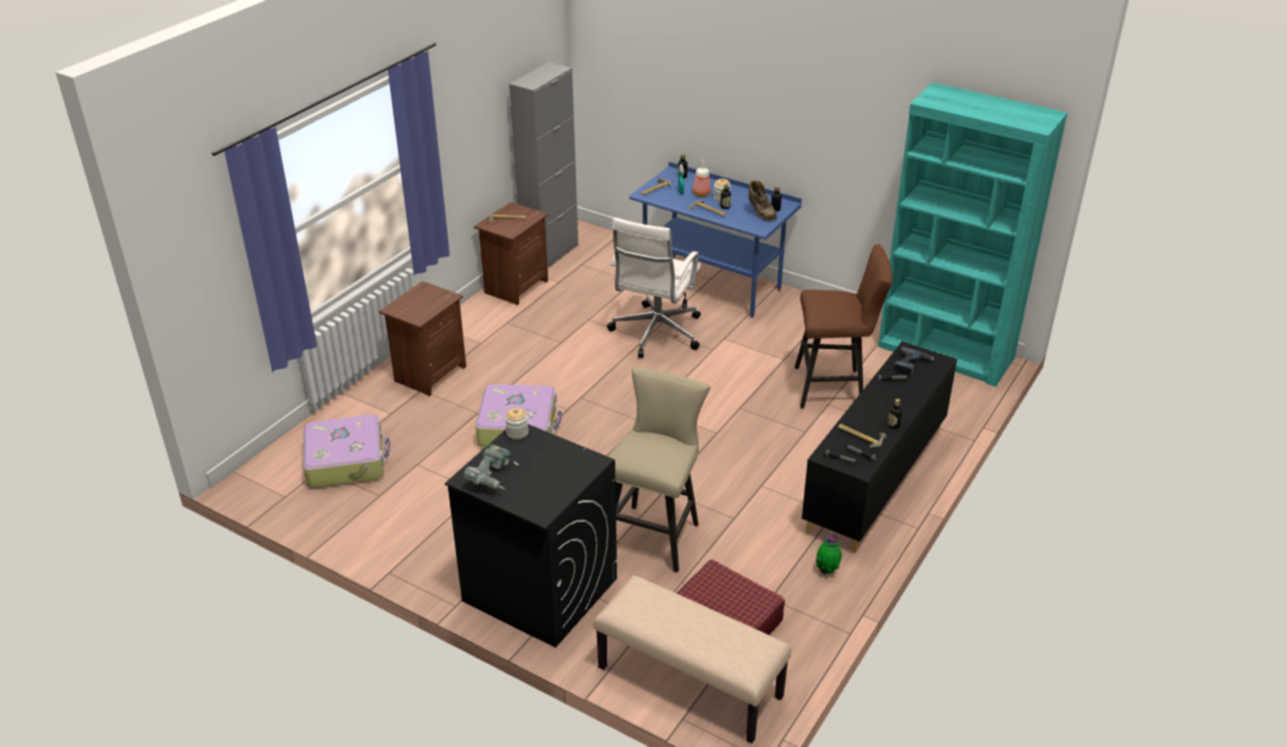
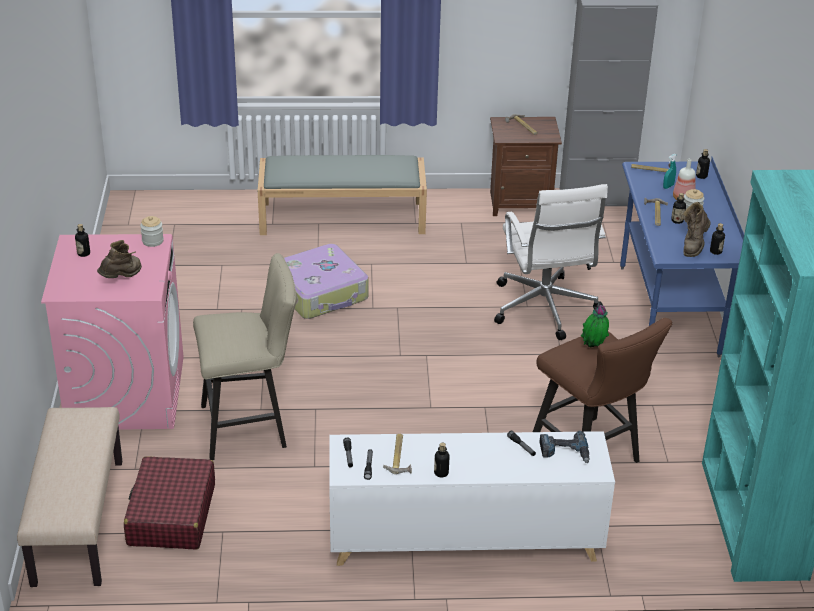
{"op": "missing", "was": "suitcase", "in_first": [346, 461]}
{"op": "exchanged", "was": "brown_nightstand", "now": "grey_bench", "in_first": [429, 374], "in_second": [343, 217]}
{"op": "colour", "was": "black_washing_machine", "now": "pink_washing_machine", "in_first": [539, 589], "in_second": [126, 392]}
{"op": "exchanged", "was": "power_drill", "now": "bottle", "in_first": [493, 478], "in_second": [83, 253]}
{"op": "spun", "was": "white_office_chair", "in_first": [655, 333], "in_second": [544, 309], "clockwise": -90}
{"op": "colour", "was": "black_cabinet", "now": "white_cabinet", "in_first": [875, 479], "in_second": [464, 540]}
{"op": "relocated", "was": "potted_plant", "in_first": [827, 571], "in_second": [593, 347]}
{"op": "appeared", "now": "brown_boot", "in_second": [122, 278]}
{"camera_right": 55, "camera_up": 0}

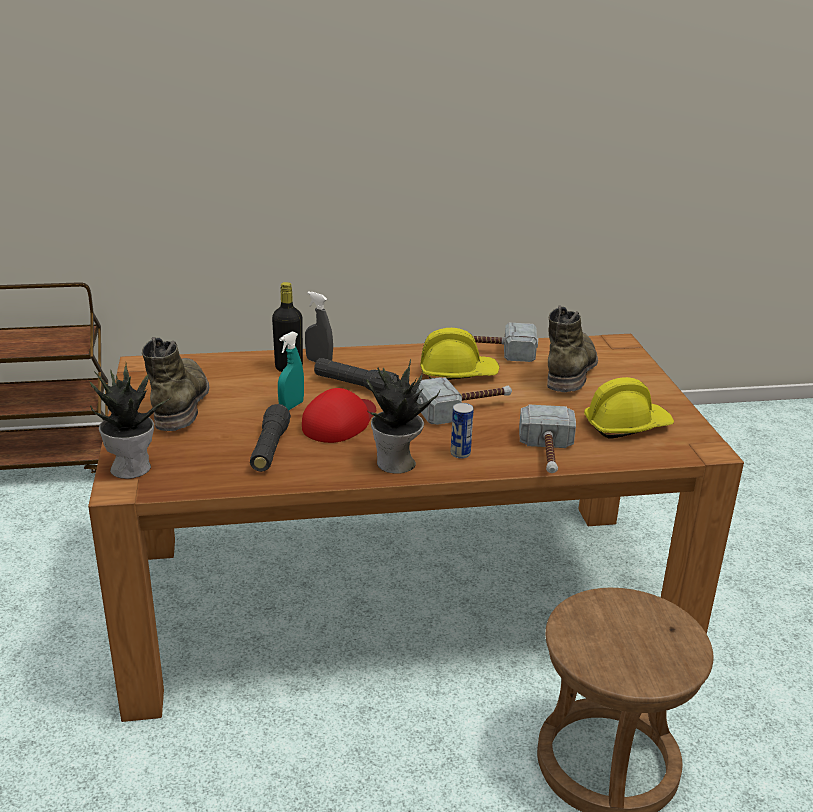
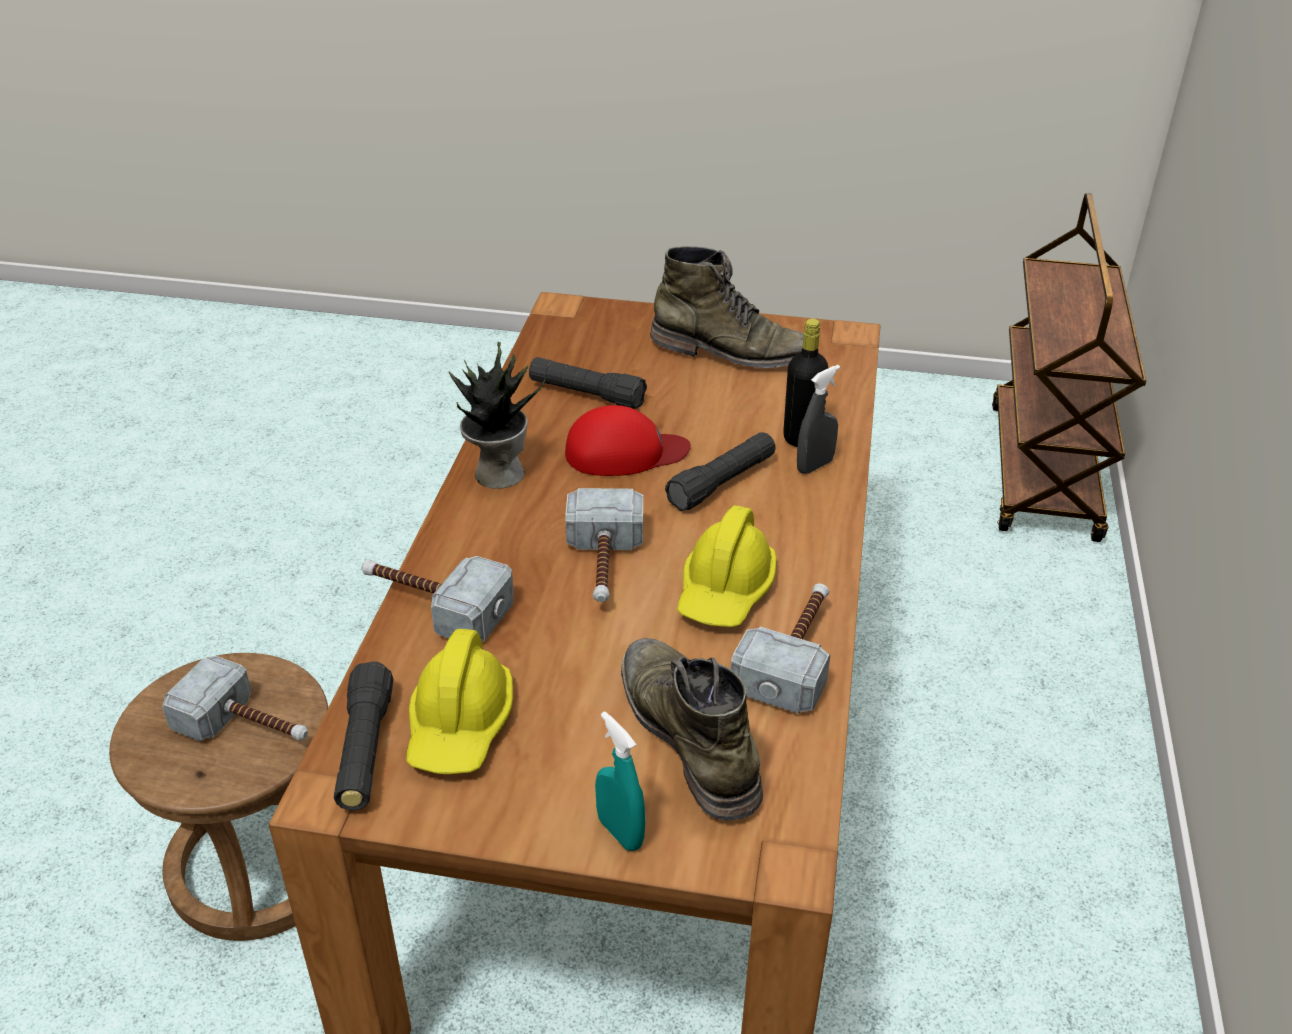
{"op": "missing", "was": "potted_plant", "in_first": [132, 467]}
{"op": "relocated", "was": "turquoise_spray_bottle", "in_first": [291, 406], "in_second": [620, 832]}
{"op": "spun", "was": "red_cap", "in_first": [340, 422], "in_second": [625, 452], "clockwise": -60}
{"op": "missing", "was": "can", "in_first": [460, 453]}
{"op": "spun", "was": "green_boot", "in_first": [570, 369], "in_second": [688, 734], "clockwise": -150}
{"op": "appeared", "now": "hammer", "in_second": [248, 727]}
{"op": "appeared", "now": "black_flashlight", "in_second": [365, 749]}
{"camera_right": 110, "camera_up": 10}

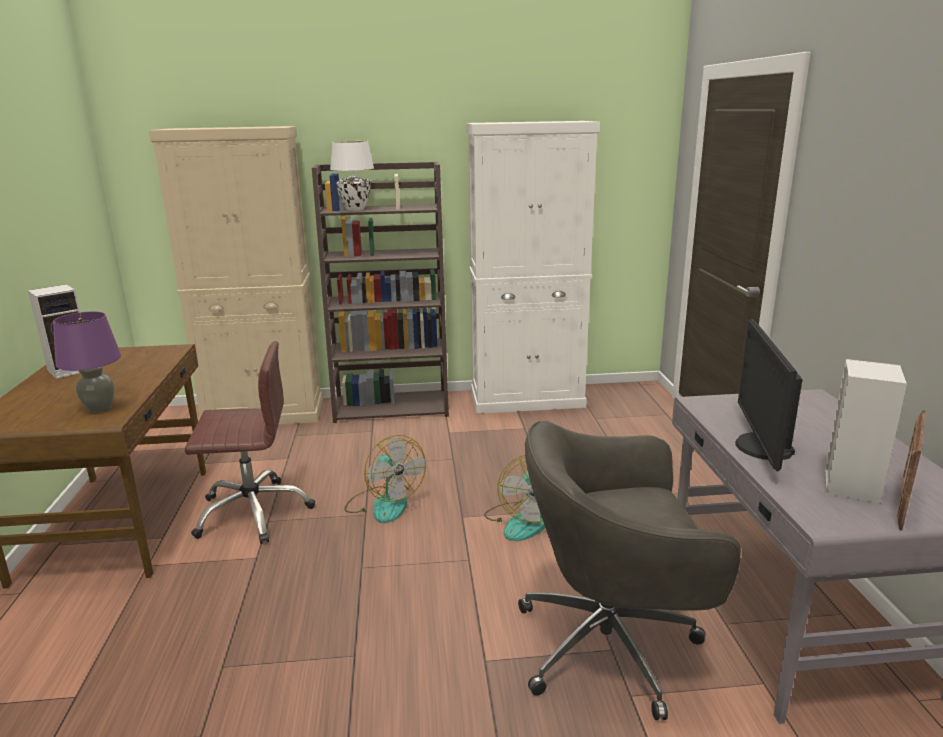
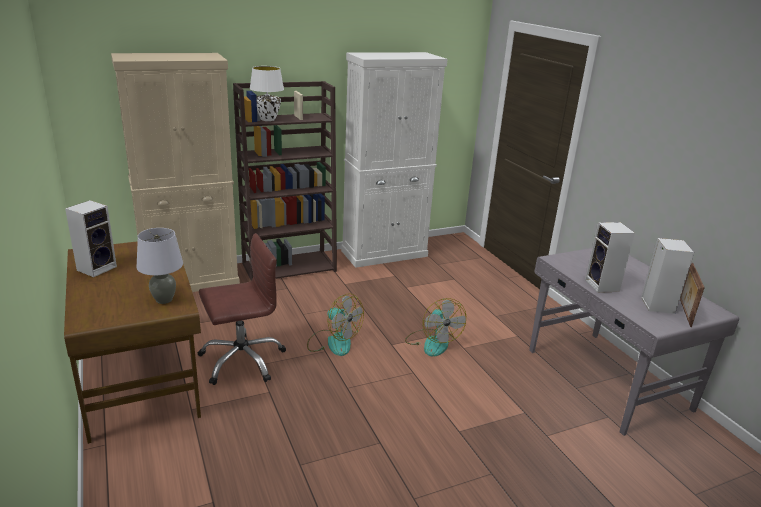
{"op": "colour", "was": "purple_table_lamp", "now": "grey_table_lamp", "in_first": [100, 409], "in_second": [164, 300]}
{"op": "missing", "was": "grey_office_chair", "in_first": [612, 645]}
{"op": "exchanged", "was": "monitor", "now": "speaker", "in_first": [761, 447], "in_second": [603, 286]}
{"camera_right": -20, "camera_up": 5}

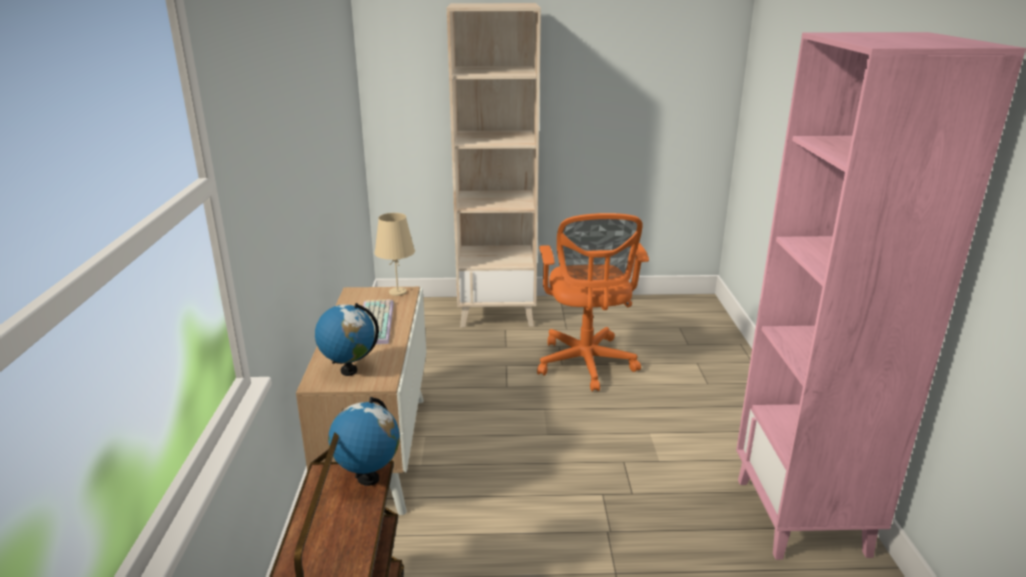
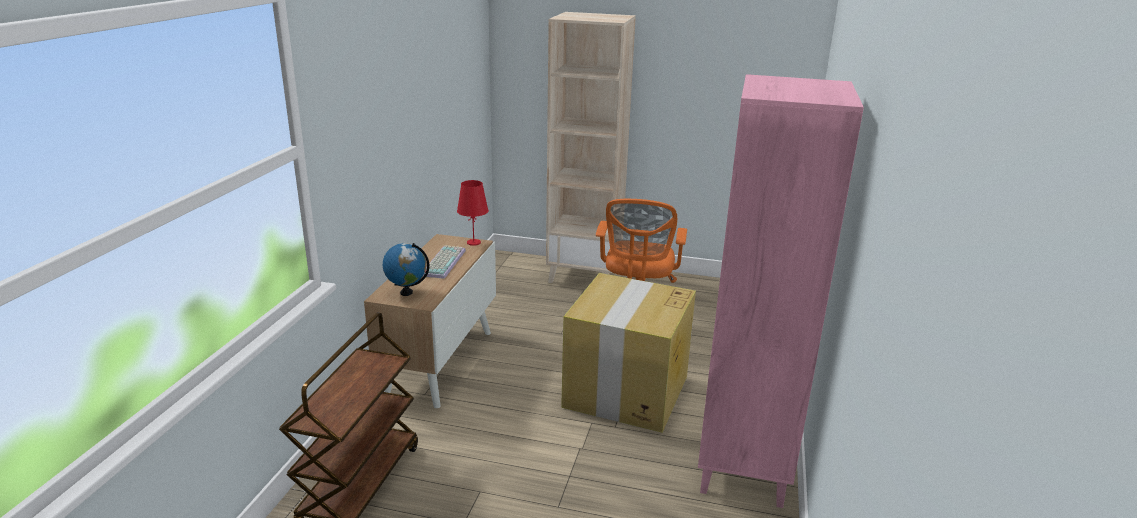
{"op": "missing", "was": "globe", "in_first": [368, 478]}
{"op": "colour", "was": "beige_table_lamp", "now": "red_table_lamp", "in_first": [397, 292], "in_second": [473, 242]}
{"op": "appeared", "now": "cardboard_box", "in_second": [625, 392]}
{"camera_right": 15, "camera_up": 0}

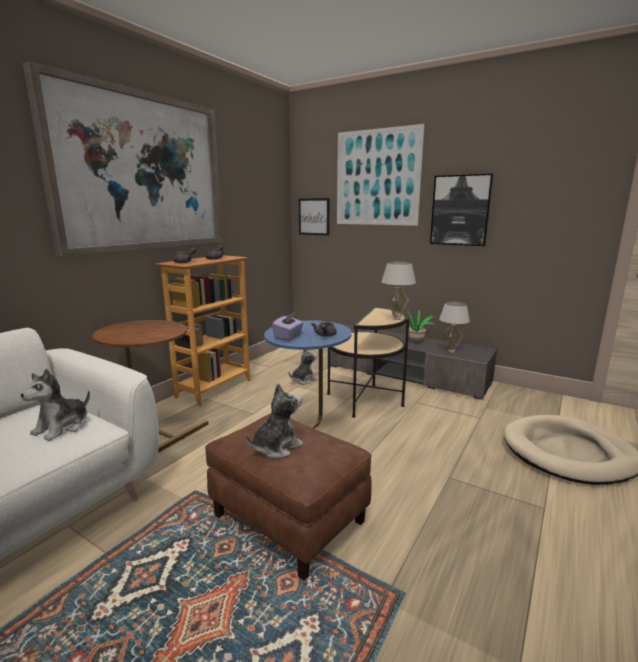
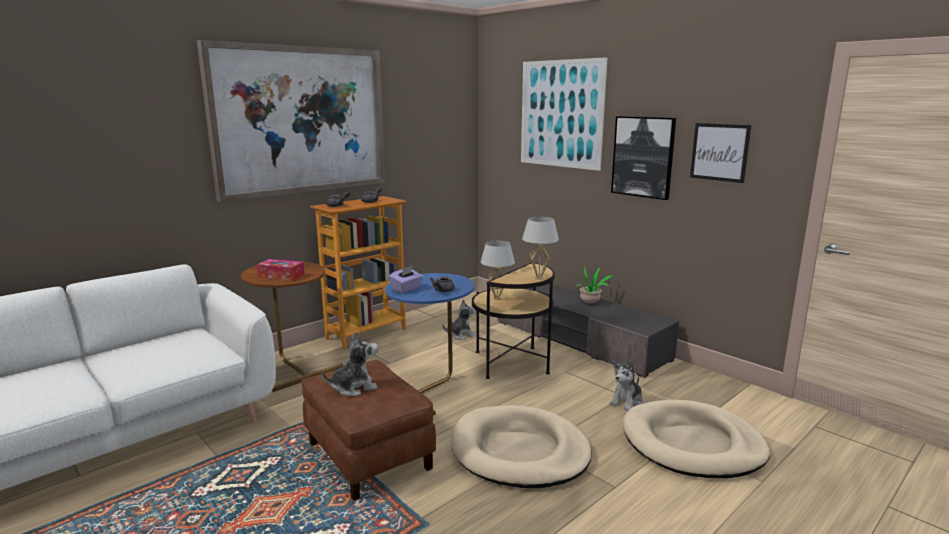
{"op": "relocated", "was": "plush_toy", "in_first": [62, 427], "in_second": [627, 402]}
{"op": "relocated", "was": "picture", "in_first": [314, 216], "in_second": [719, 152]}
{"op": "relocated", "was": "white_table_lamp", "in_first": [451, 351], "in_second": [497, 298]}
{"op": "appeared", "now": "tissue_box", "in_second": [281, 276]}
{"op": "appeared", "now": "beige_dog_bed", "in_second": [519, 451]}
{"camera_right": 15, "camera_up": 0}

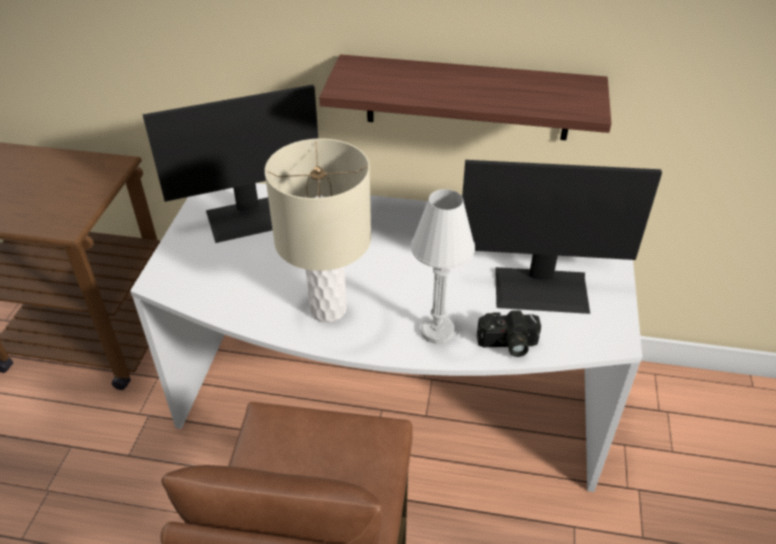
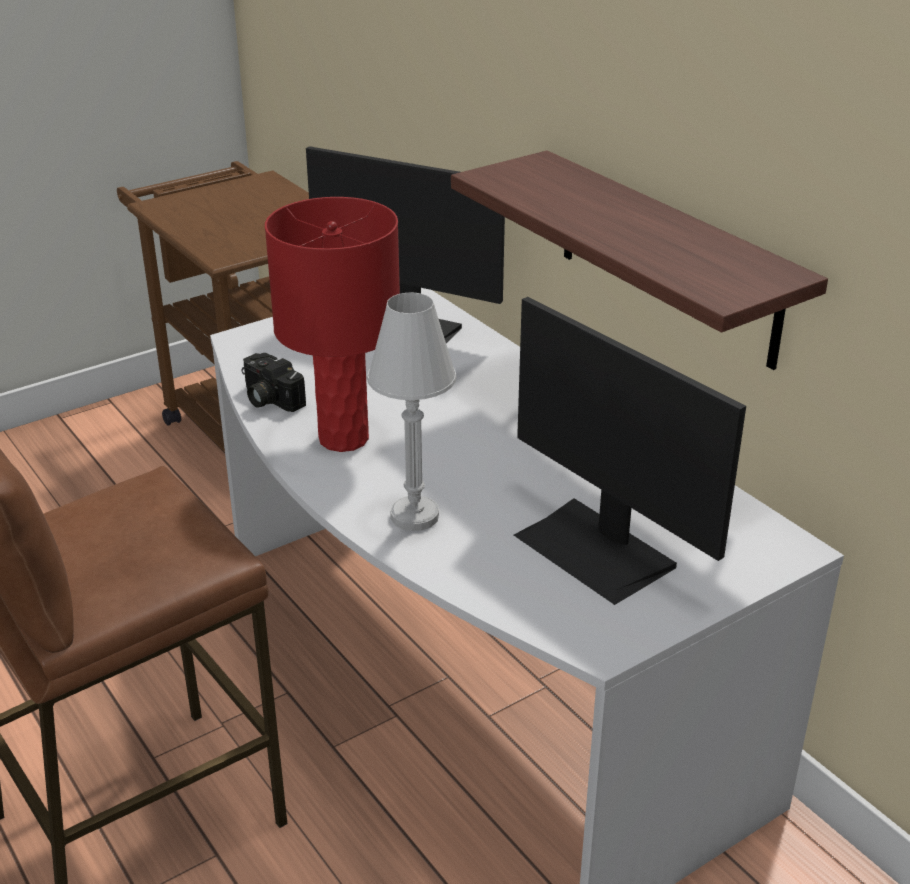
{"op": "colour", "was": "beige_table_lamp", "now": "red_table_lamp", "in_first": [327, 309], "in_second": [343, 438]}
{"op": "relocated", "was": "photo_camera", "in_first": [507, 345], "in_second": [268, 399]}
{"camera_right": 45, "camera_up": -10}

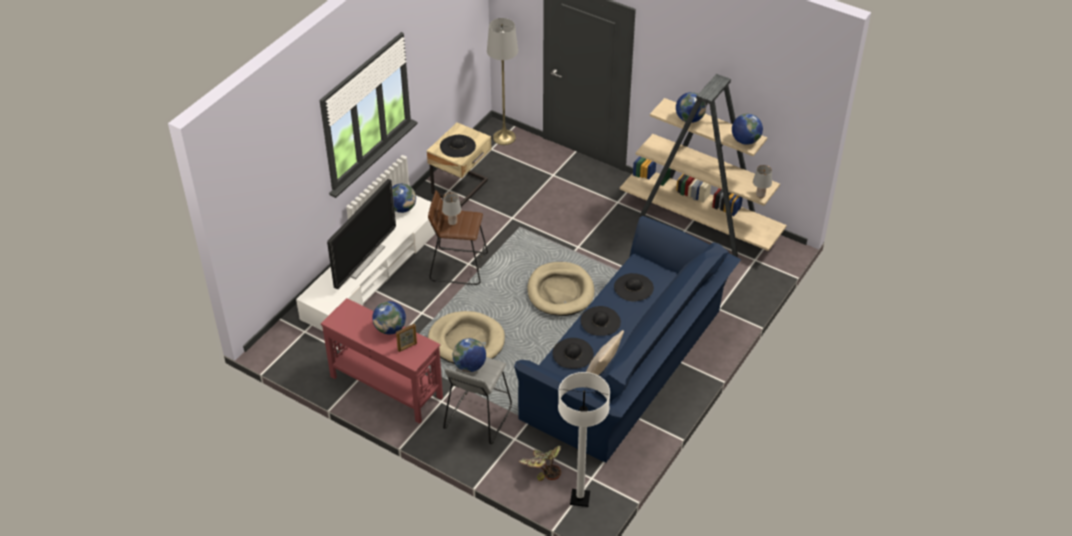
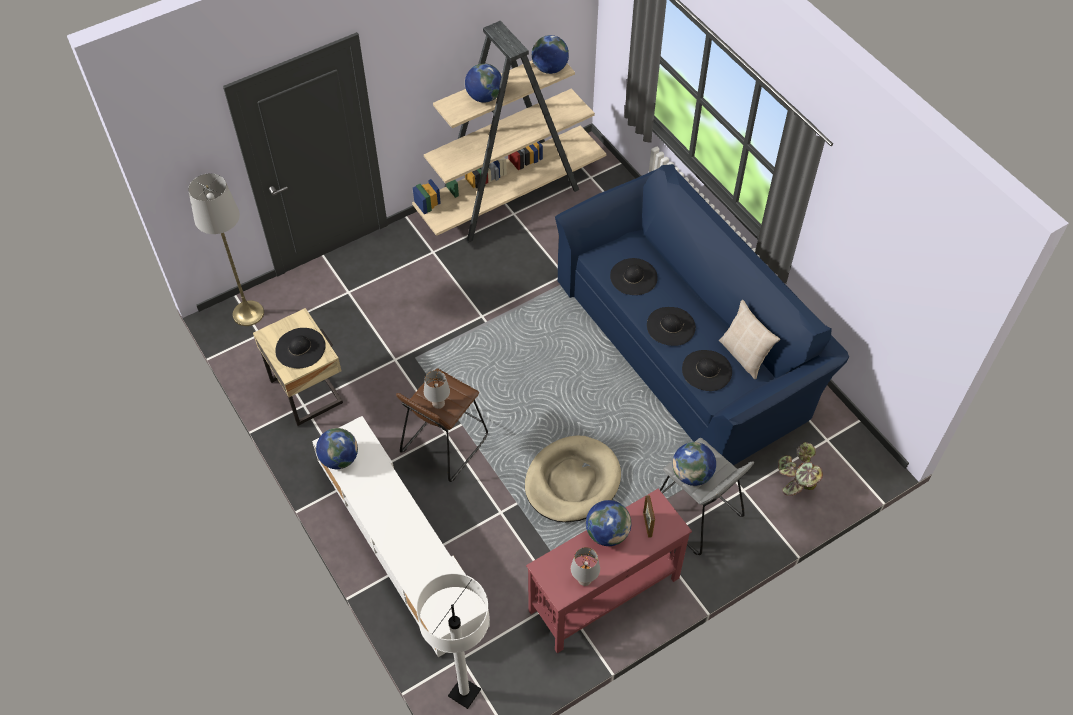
{"op": "missing", "was": "television", "in_first": [363, 260]}
{"op": "missing", "was": "beige_dog_bed", "in_first": [560, 291]}
{"op": "relocated", "was": "white_floor_lamp", "in_first": [580, 498], "in_second": [464, 693]}
{"op": "relocated", "was": "grey_table_lamp", "in_first": [760, 195], "in_second": [585, 580]}
{"camera_right": -65, "camera_up": 10}

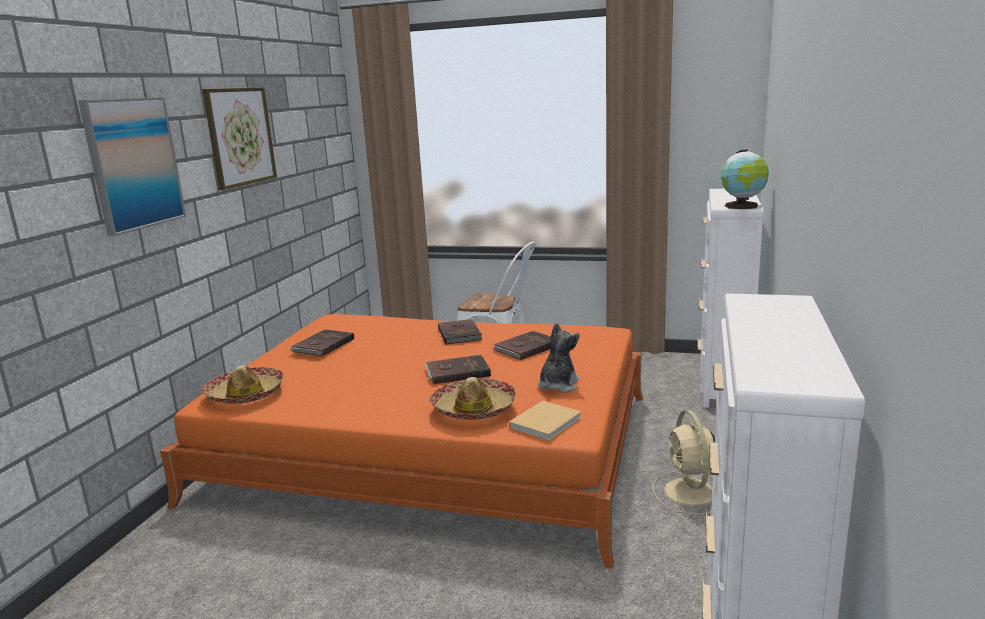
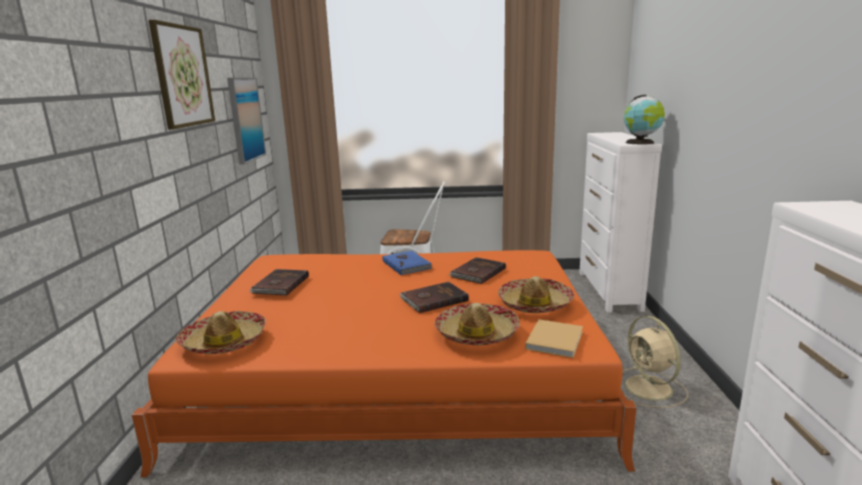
{"op": "relocated", "was": "picture", "in_first": [133, 163], "in_second": [245, 119]}
{"op": "colour", "was": "brown_book", "now": "blue_book", "in_first": [460, 334], "in_second": [407, 264]}
{"op": "exchanged", "was": "plush_toy", "now": "hat", "in_first": [558, 385], "in_second": [535, 304]}
{"camera_right": -15, "camera_up": 0}

